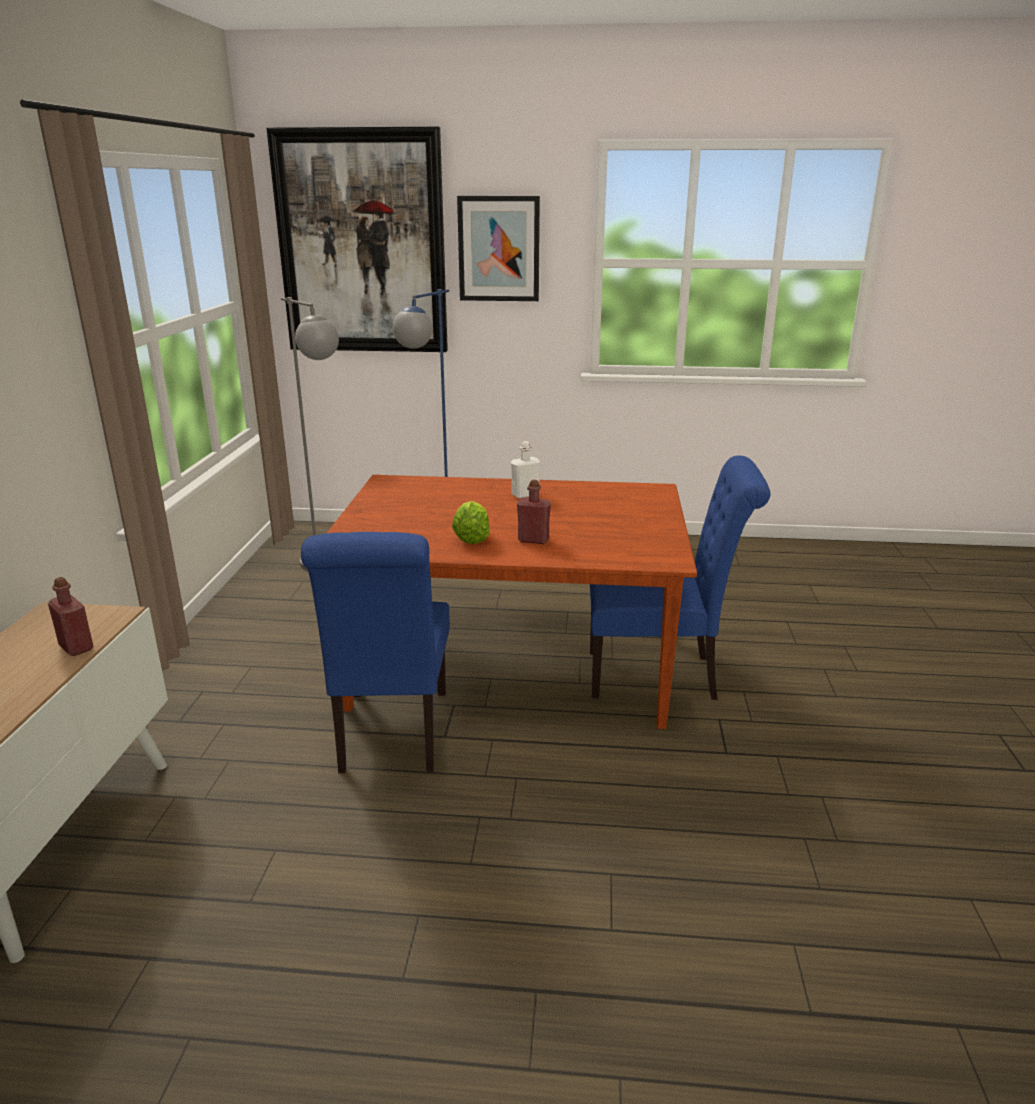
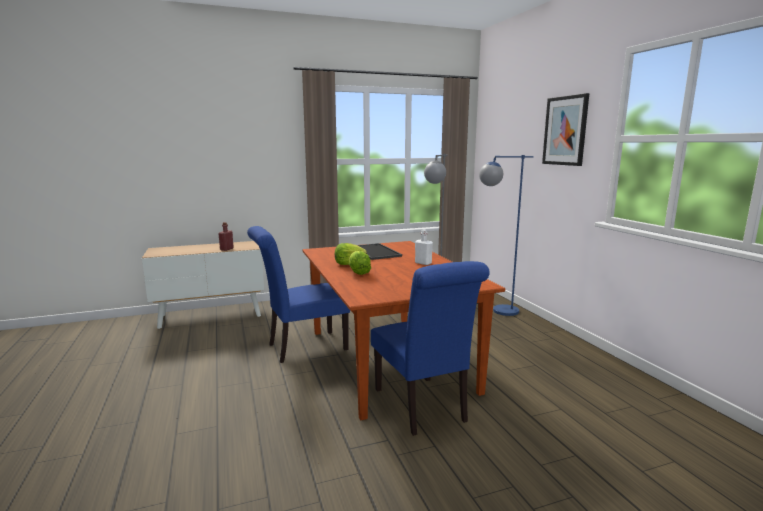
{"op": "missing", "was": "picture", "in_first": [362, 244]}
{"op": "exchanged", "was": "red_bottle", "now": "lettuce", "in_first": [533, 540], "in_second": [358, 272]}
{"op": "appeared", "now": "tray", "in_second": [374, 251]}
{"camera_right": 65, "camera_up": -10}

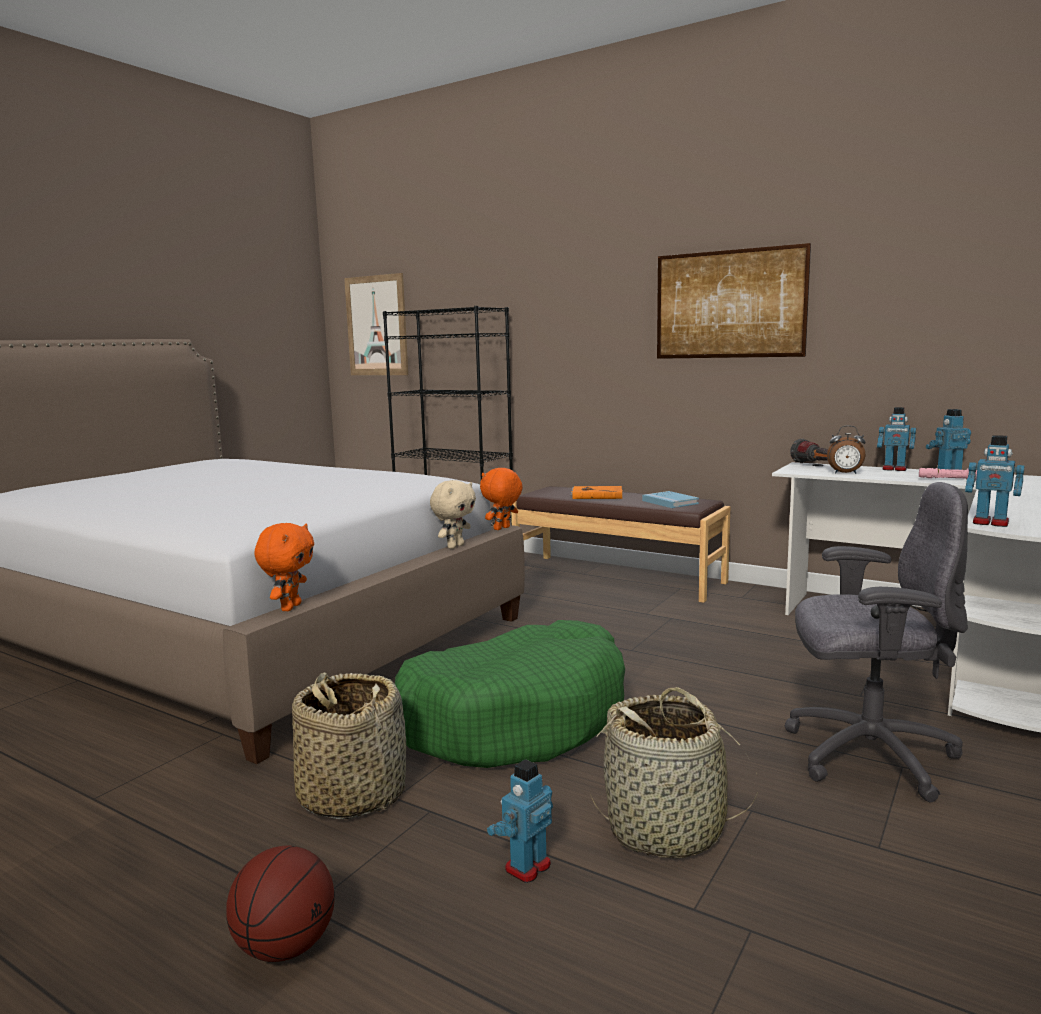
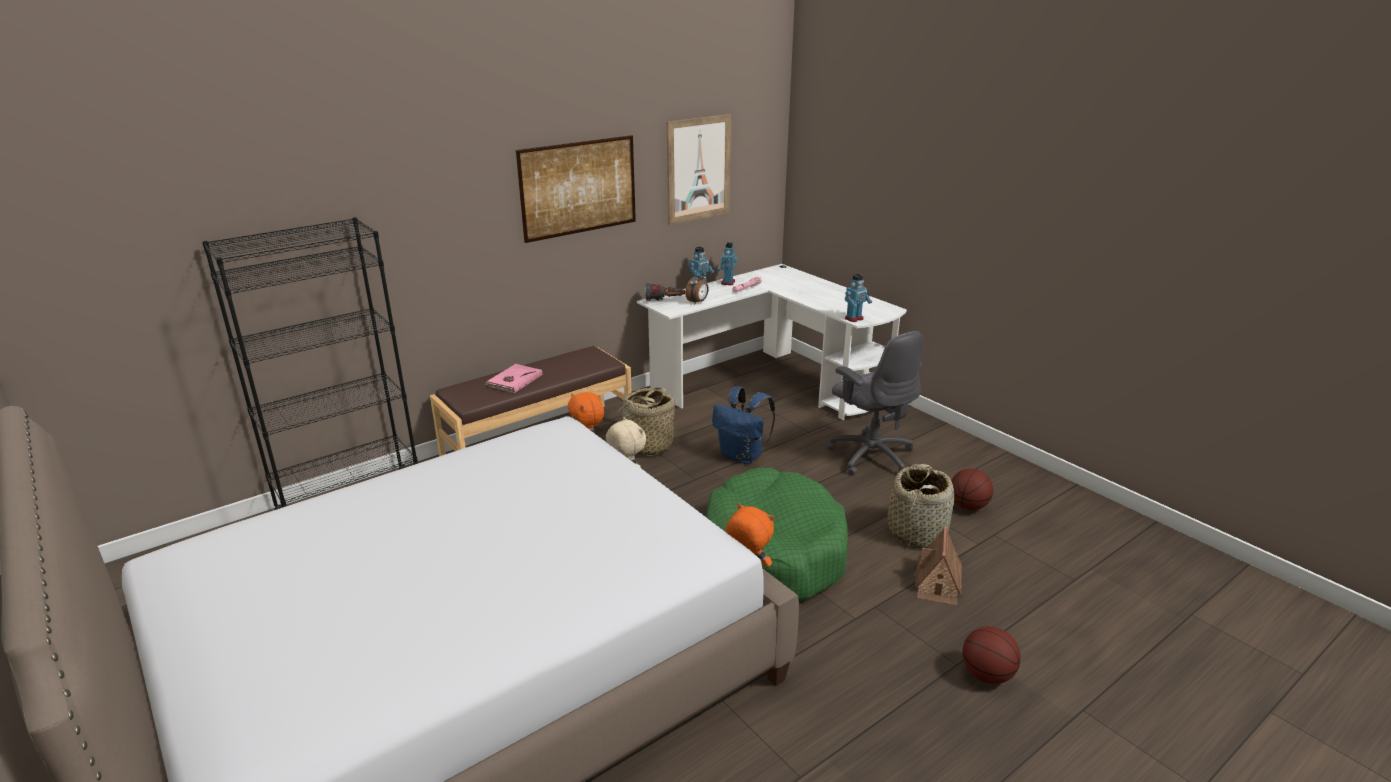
{"op": "relocated", "was": "basket", "in_first": [352, 794], "in_second": [647, 445]}
{"op": "relocated", "was": "picture", "in_first": [376, 326], "in_second": [698, 169]}
{"op": "exchanged", "was": "toy_robot", "now": "toy_house", "in_first": [527, 867], "in_second": [938, 583]}
{"op": "colour", "was": "orange_book", "now": "pink_book", "in_first": [596, 495], "in_second": [514, 380]}
{"op": "missing", "was": "blue_book", "in_first": [670, 502]}
{"op": "spun", "was": "grey_office_chair", "in_first": [867, 755], "in_second": [871, 455], "clockwise": 120}
{"op": "appeared", "now": "blue_backpack", "in_second": [743, 456]}
{"op": "appeared", "now": "basketball", "in_second": [968, 506]}
{"camera_right": -70, "camera_up": 15}

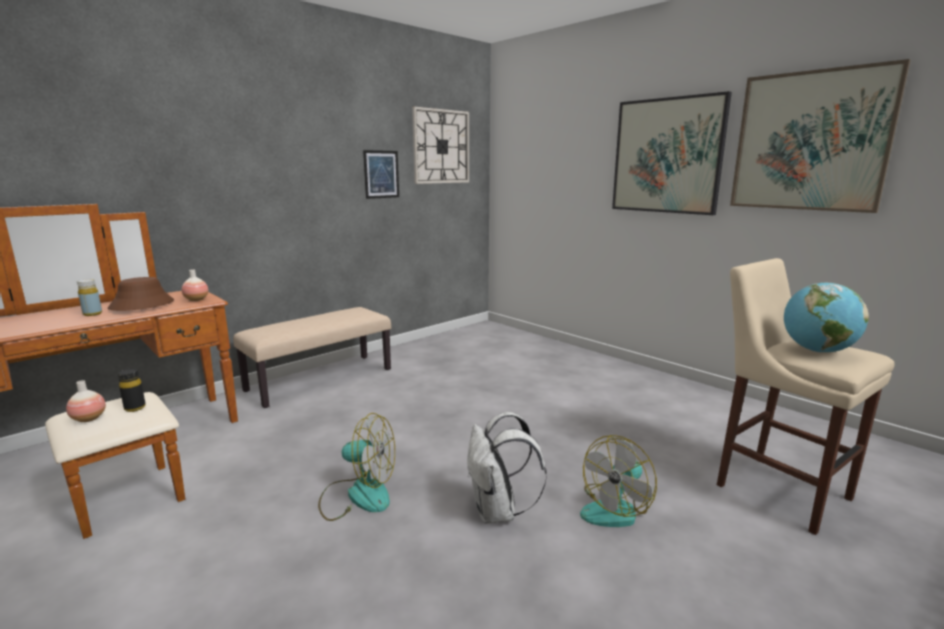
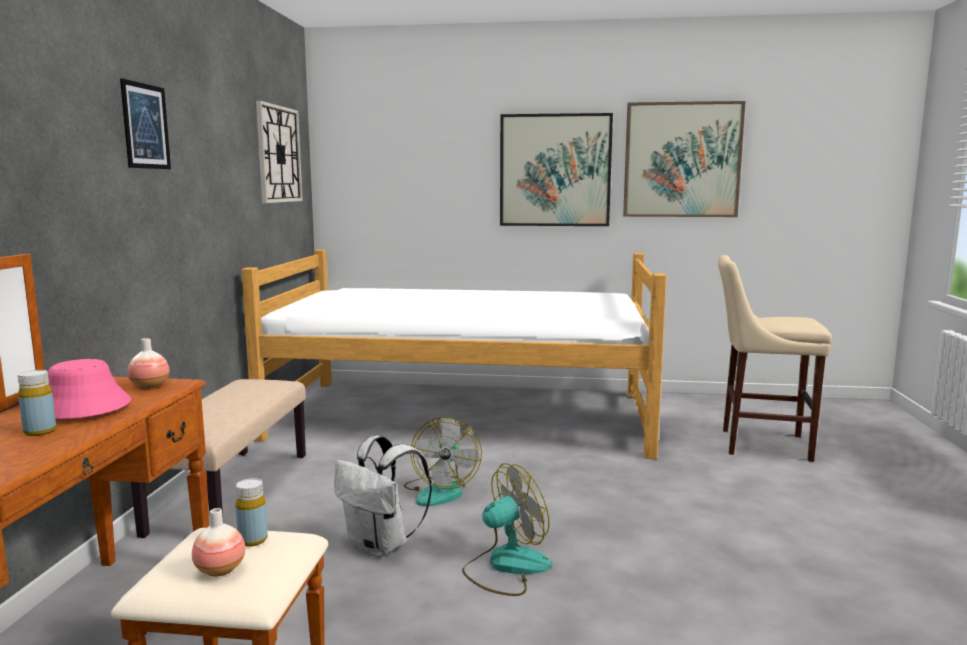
{"op": "colour", "was": "brown_hat", "now": "pink_hat", "in_first": [142, 305], "in_second": [82, 407]}
{"op": "colour", "was": "black_bottle", "now": "yellow_bottle", "in_first": [135, 408], "in_second": [253, 540]}
{"op": "relocated", "was": "picture", "in_first": [381, 174], "in_second": [145, 126]}
{"op": "relocated", "was": "white_backpack", "in_first": [498, 512], "in_second": [381, 546]}
{"op": "relocated", "was": "fan", "in_first": [615, 509], "in_second": [441, 491]}
{"op": "missing", "was": "globe", "in_first": [817, 351]}
{"op": "appeared", "now": "bed", "in_second": [463, 415]}
{"camera_right": -40, "camera_up": -5}

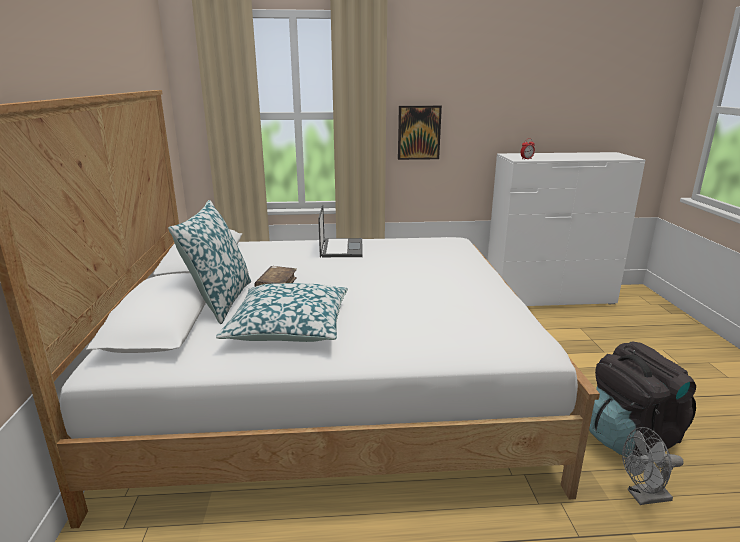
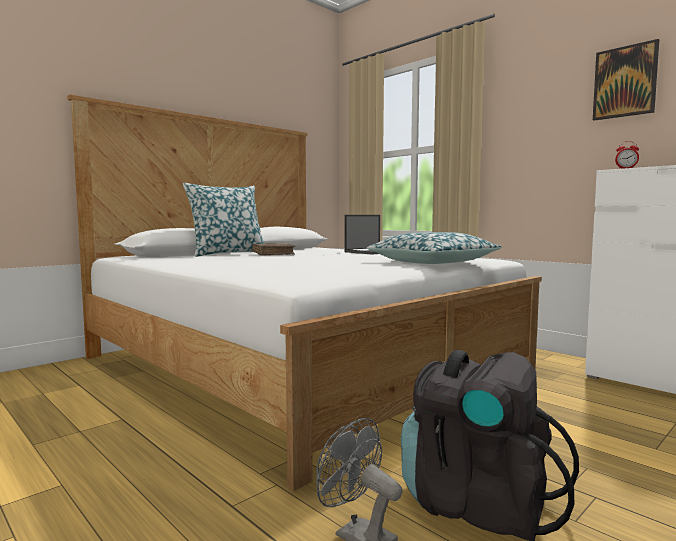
{"op": "relocated", "was": "pillow", "in_first": [289, 326], "in_second": [432, 262]}
{"op": "relocated", "was": "picture", "in_first": [419, 132], "in_second": [625, 82]}
{"camera_right": 50, "camera_up": -15}

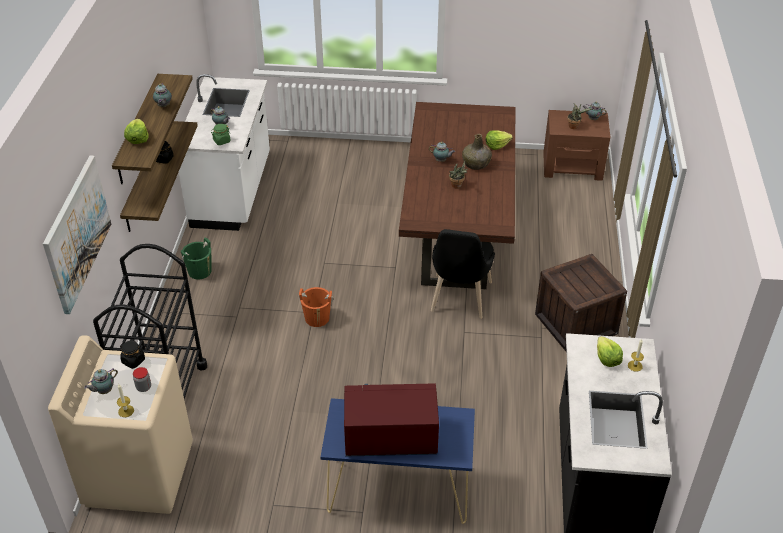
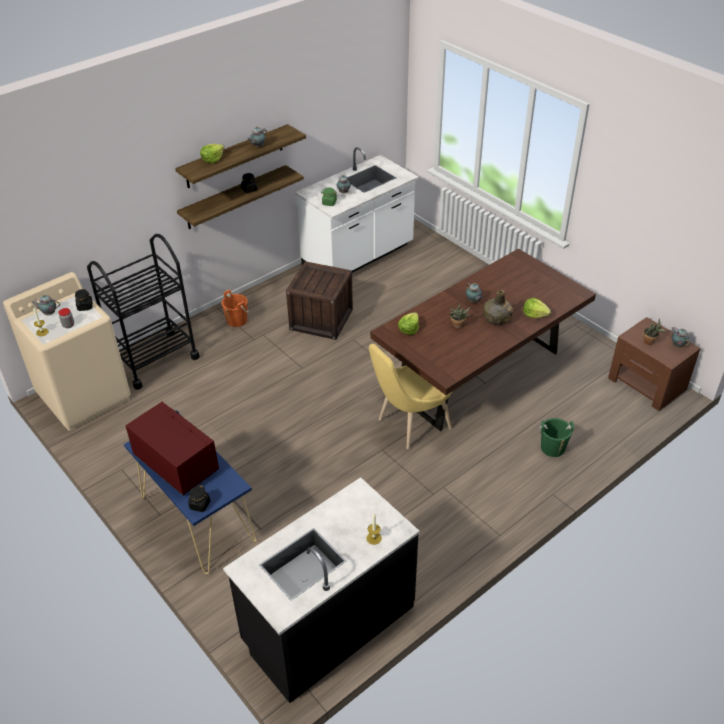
{"op": "missing", "was": "picture", "in_first": [77, 233]}
{"op": "relocated", "was": "green_bucket", "in_first": [199, 271], "in_second": [552, 448]}
{"op": "relocated", "was": "orange_bucket", "in_first": [317, 318], "in_second": [237, 320]}
{"op": "colour", "was": "black_chair", "now": "yellow_chair", "in_first": [459, 300], "in_second": [409, 425]}
{"op": "relocated", "was": "crate", "in_first": [576, 324], "in_second": [321, 319]}
{"op": "relocated", "was": "lettuce", "in_first": [607, 359], "in_second": [409, 329]}
{"op": "appeared", "now": "black_jar", "in_second": [200, 505]}
{"camera_right": 45, "camera_up": 0}

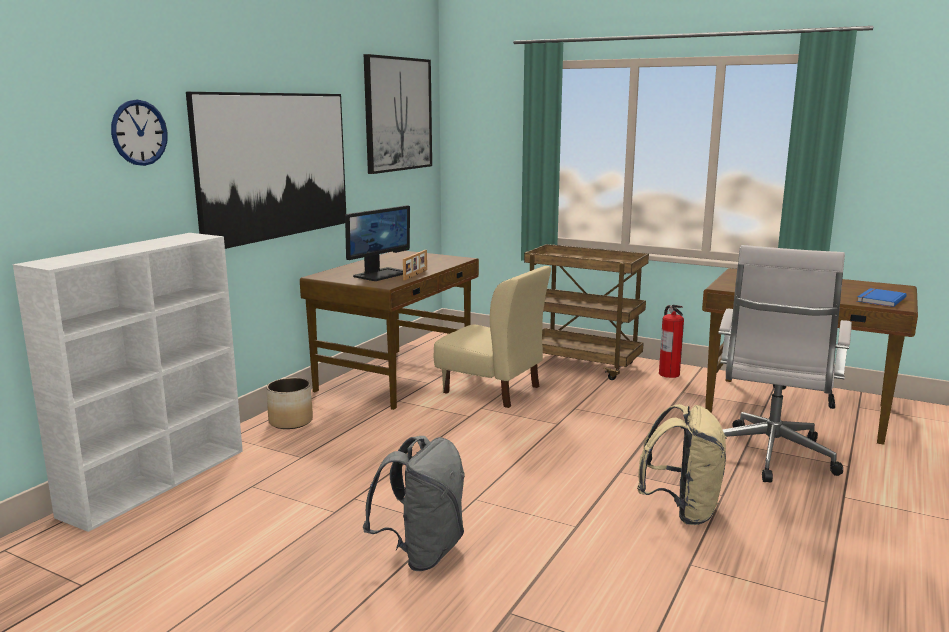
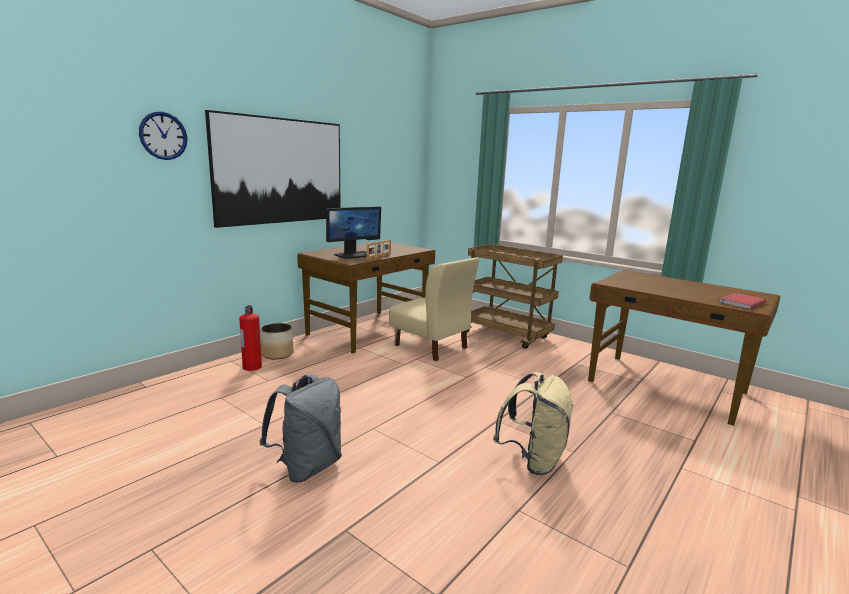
{"op": "missing", "was": "white_bookcase", "in_first": [158, 480]}
{"op": "missing", "was": "picture", "in_first": [398, 114]}
{"op": "relocated", "was": "fire_extinguisher", "in_first": [668, 374], "in_second": [252, 366]}
{"op": "missing", "was": "white_office_chair", "in_first": [770, 458]}
{"op": "colour", "was": "blue_book", "now": "red_book", "in_first": [879, 299], "in_second": [740, 302]}
{"camera_right": 10, "camera_up": 0}

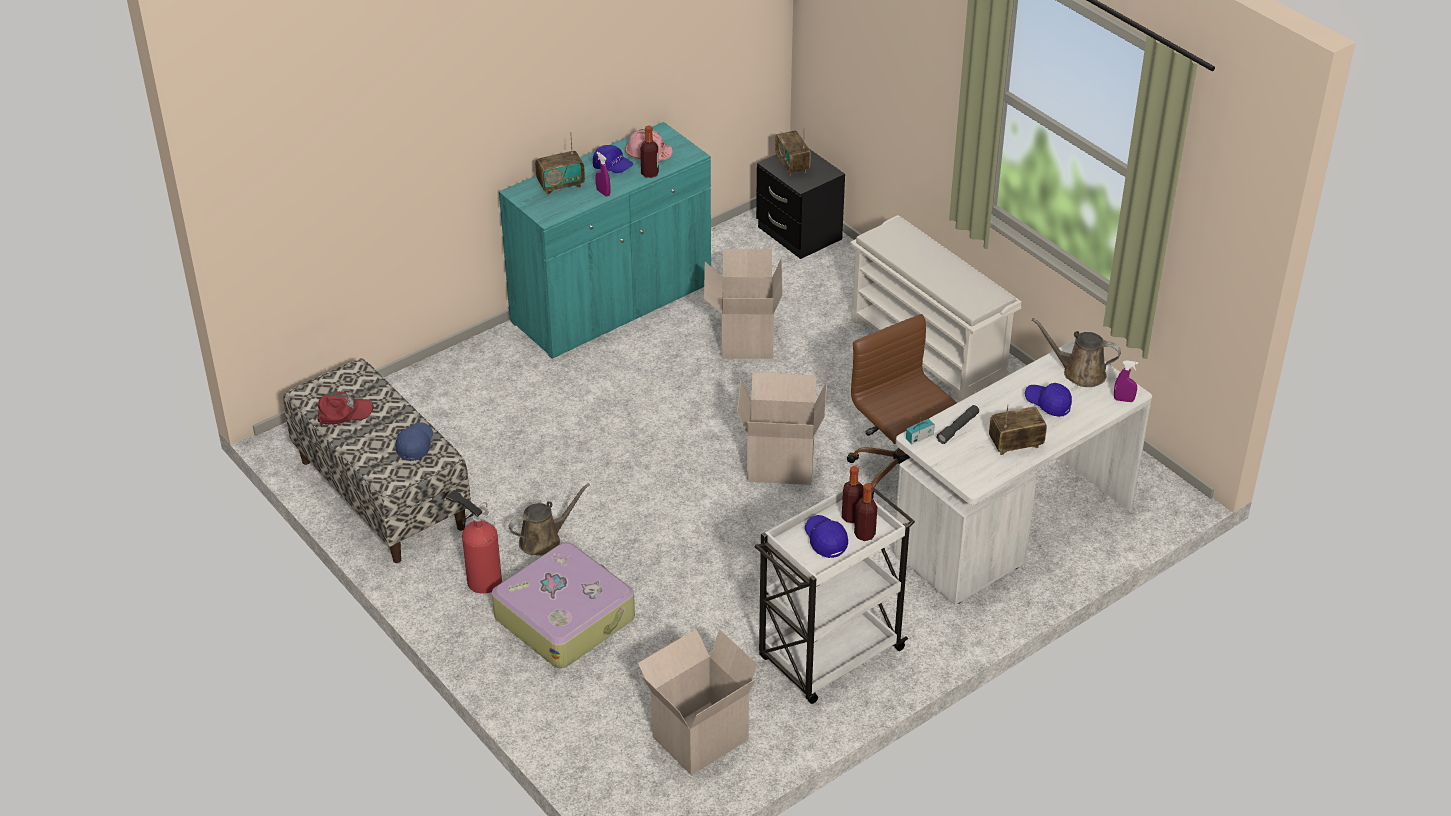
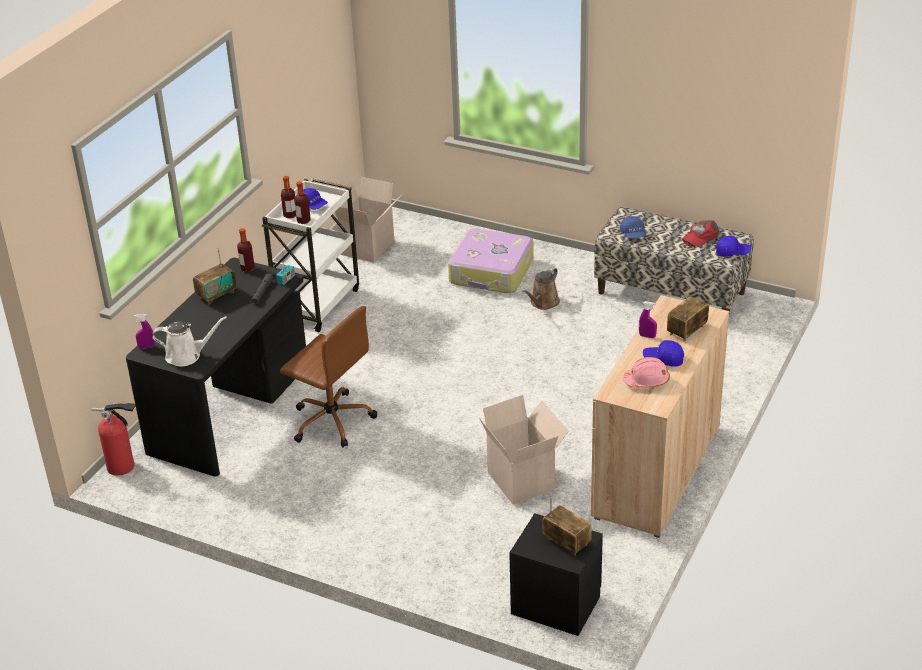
{"op": "relocated", "was": "fire_extinguisher", "in_first": [481, 579], "in_second": [123, 467]}
{"op": "colour", "was": "turquoise_cabinet", "now": "beige_cabinet", "in_first": [612, 304], "in_second": [656, 471]}
{"op": "relocated", "was": "bottle", "in_first": [650, 173], "in_second": [247, 268]}
{"op": "missing", "was": "cardboard_box", "in_first": [782, 463]}
{"op": "missing", "was": "white_shoe_rack", "in_first": [929, 351]}
{"op": "colour", "was": "white_desk", "now": "black_desk", "in_first": [1012, 530], "in_second": [231, 410]}
{"op": "relocated", "was": "blue_cap", "in_first": [1047, 404], "in_second": [732, 252]}
{"op": "colour", "was": "brown_watering_can", "now": "white_watering_can", "in_first": [1079, 373], "in_second": [187, 355]}
{"camera_right": 155, "camera_up": -5}

